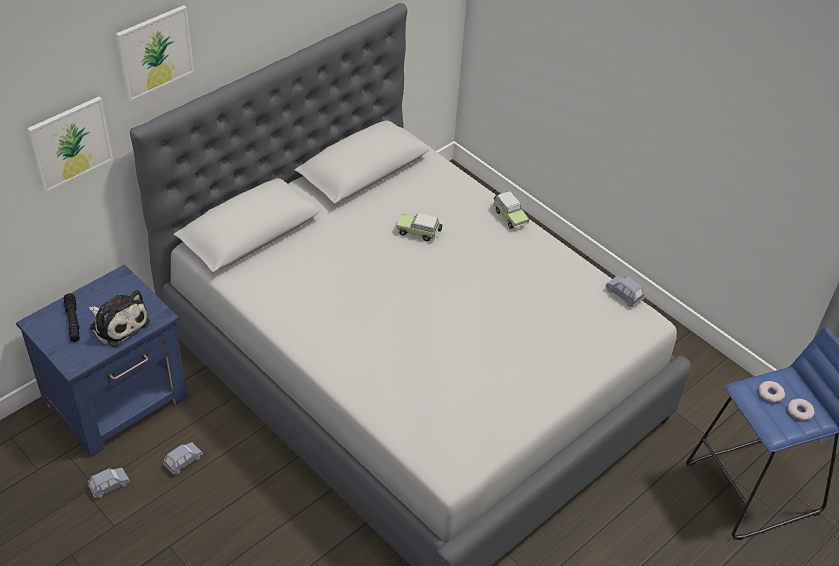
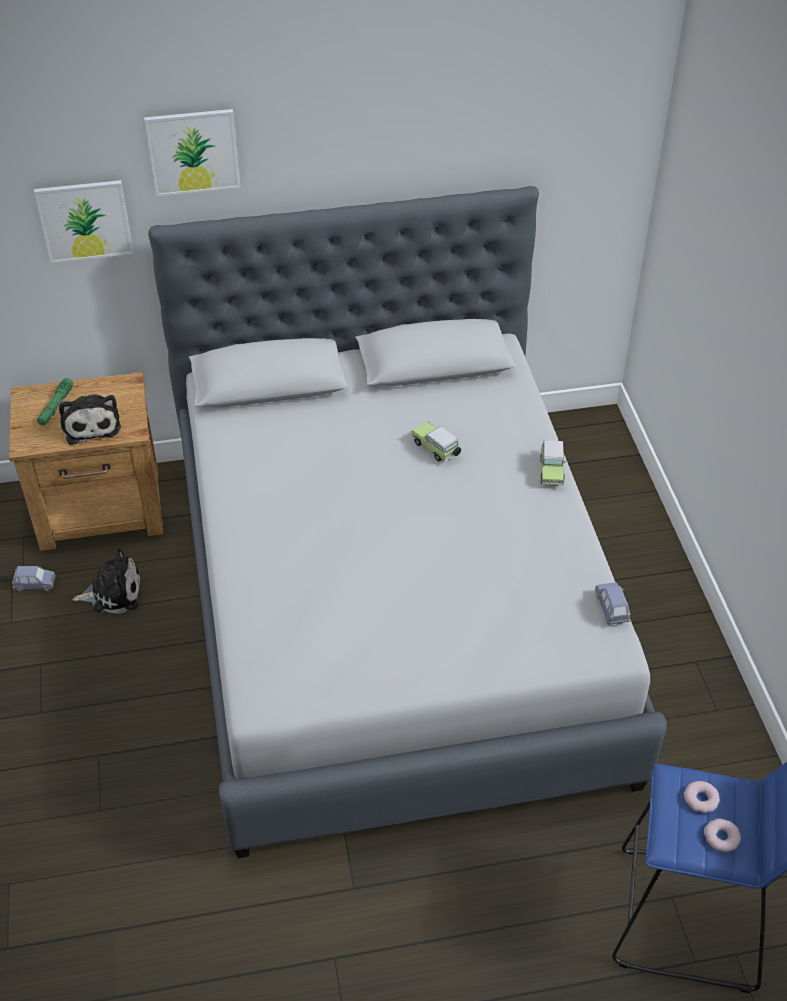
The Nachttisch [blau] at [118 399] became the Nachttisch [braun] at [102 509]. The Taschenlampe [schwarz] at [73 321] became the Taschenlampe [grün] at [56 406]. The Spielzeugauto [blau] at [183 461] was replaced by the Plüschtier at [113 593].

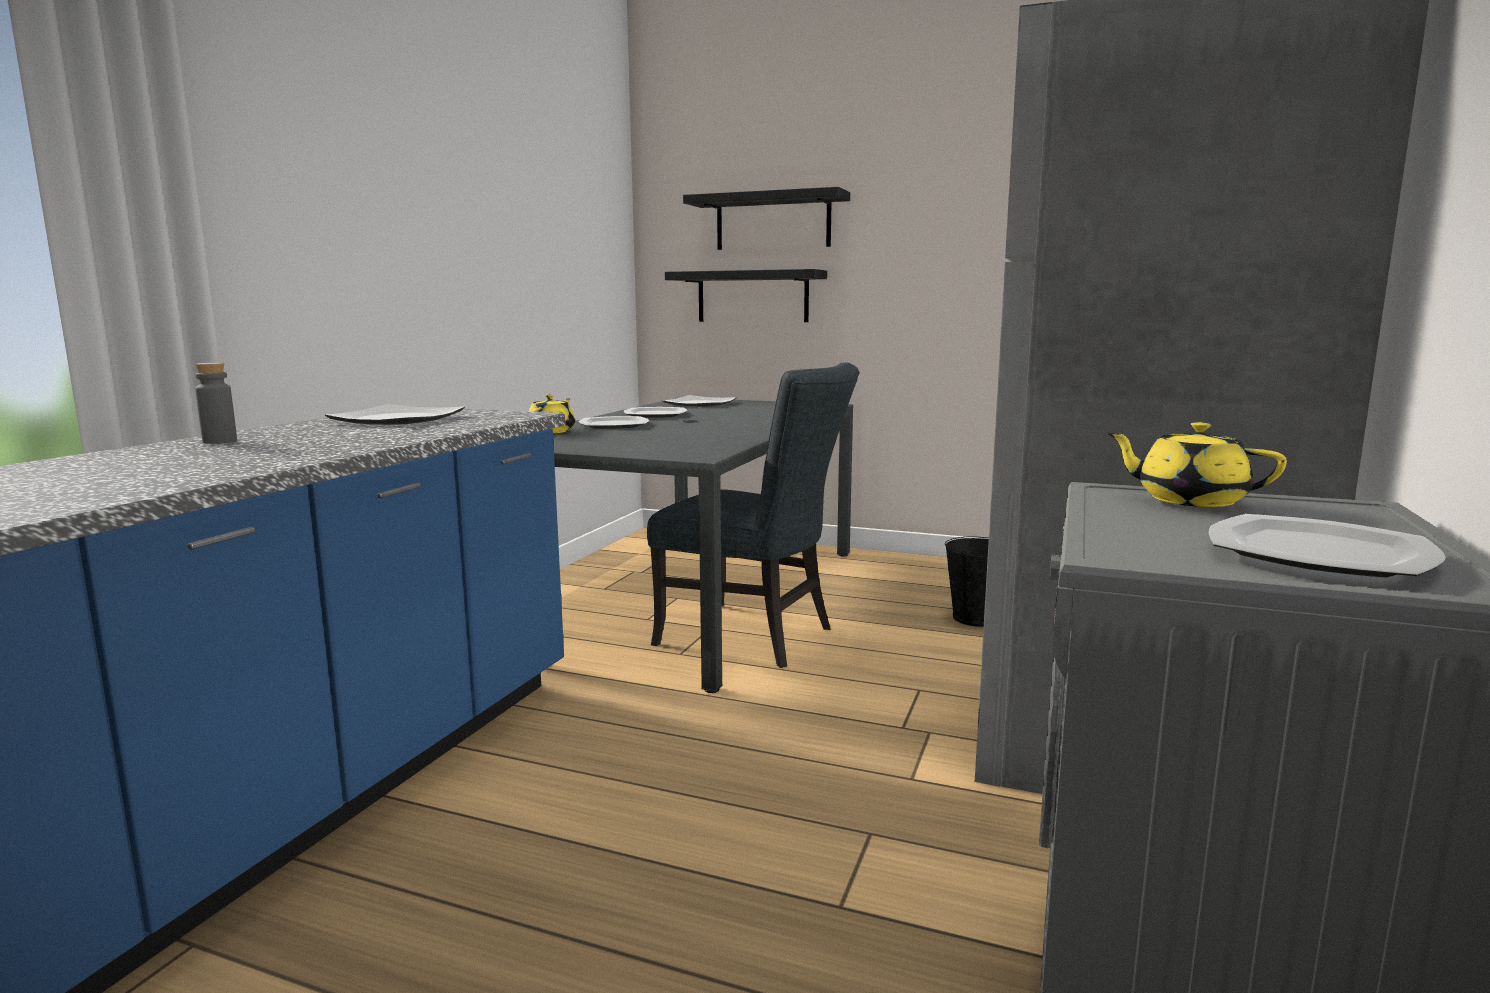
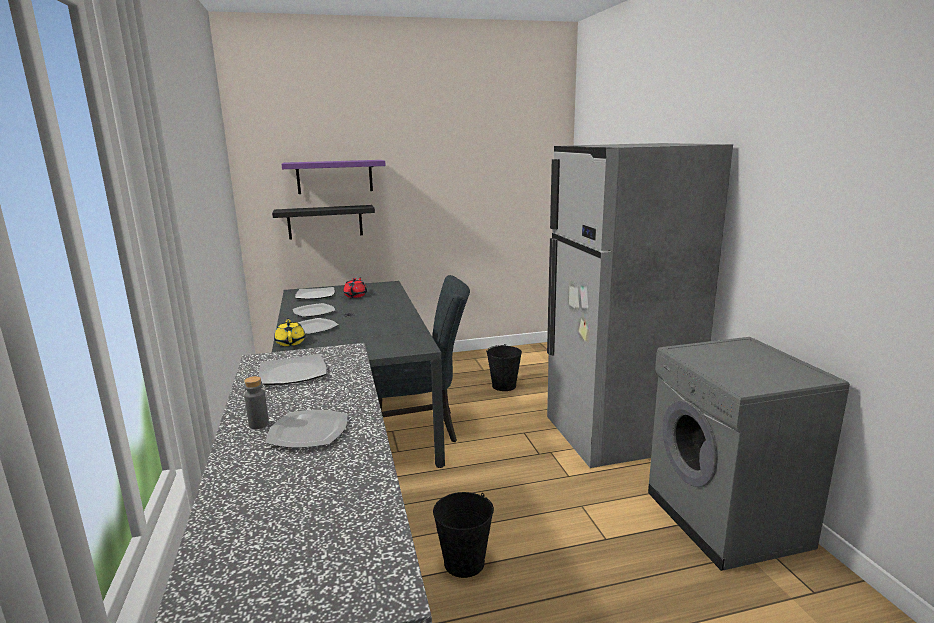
The Wandregal [schwarz] at [773 222] became the Wandregal [lila] at [334 176]. The Teekanne [gelb] at [1189 500] disappeared. The Teller moved from [1320 553] to [309 431]. The Teekanne [rot] at [356 295] appeared. The Eimer [schwarz] at [464 562] appeared.

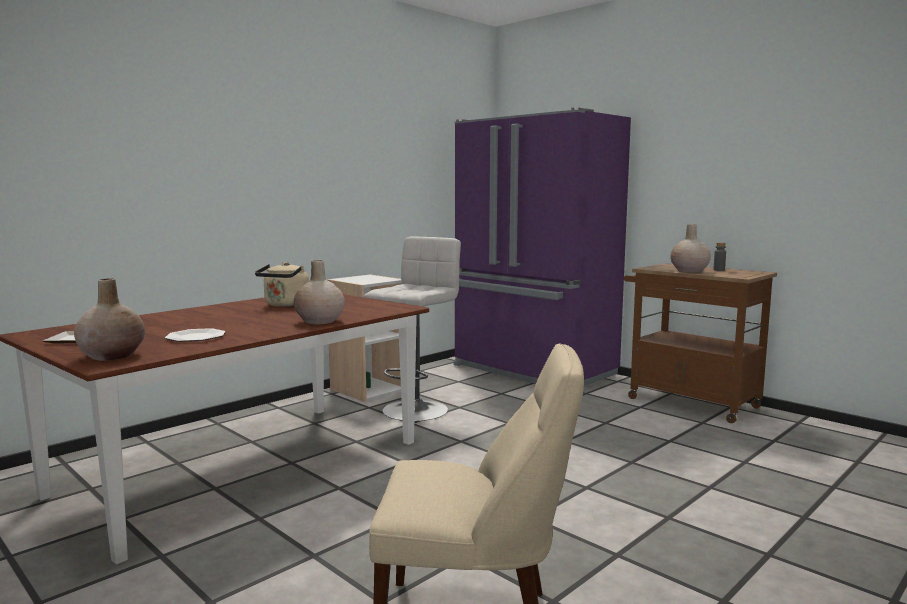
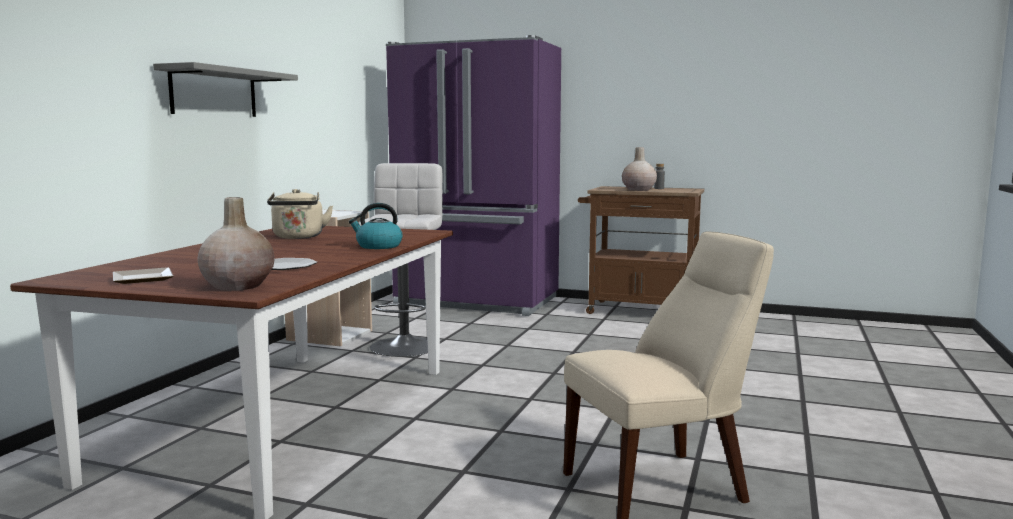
The Vase [beige] at [319 321] was replaced by the Wasserkessel at [378 246]. The Wandregal [grau] at [214 93] appeared.

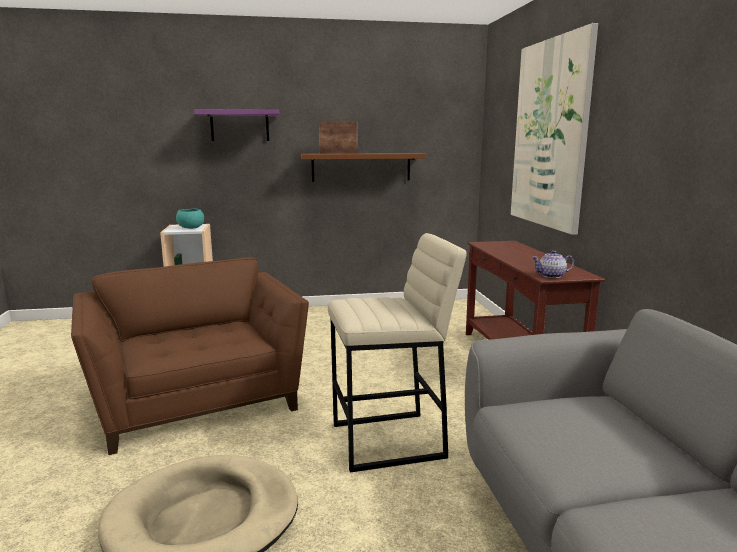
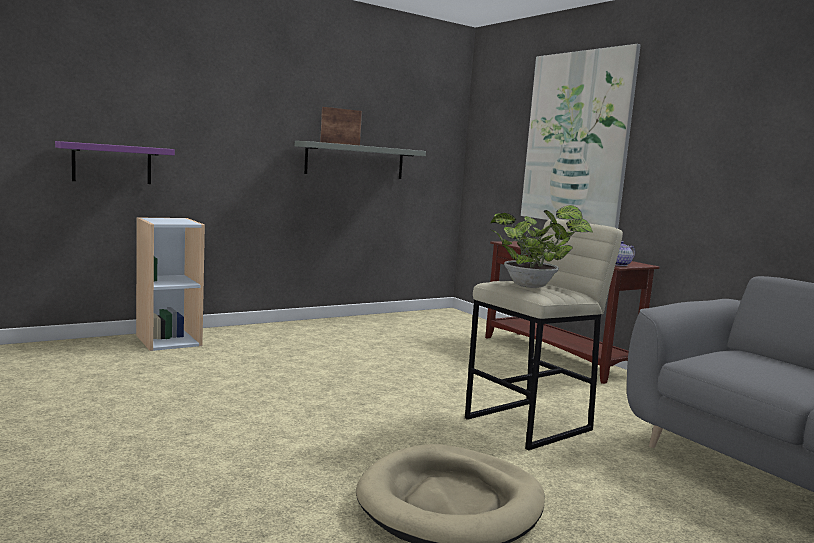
The Wandregal [lila] moved from [239 126] to [112 163]. The Wandregal [braun] at [361 167] became the Wandregal [grau] at [355 161]. The Schüssel [türkis] at [190 228] disappeared. The Sessel [braun] at [197 400] disappeared. The Topfpflanze at [533 286] appeared.

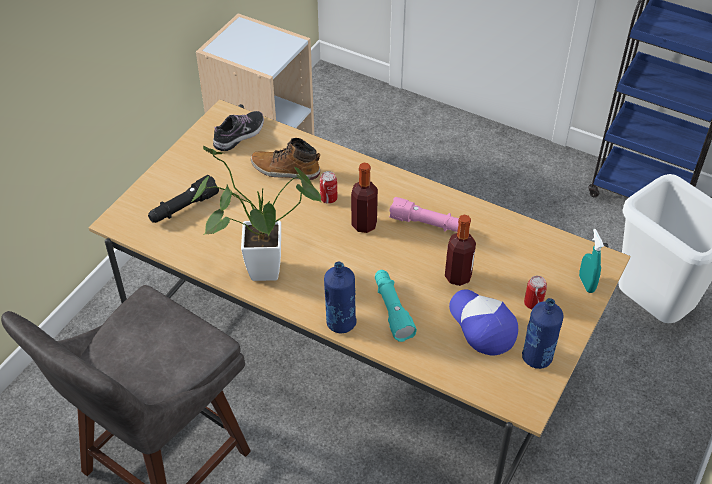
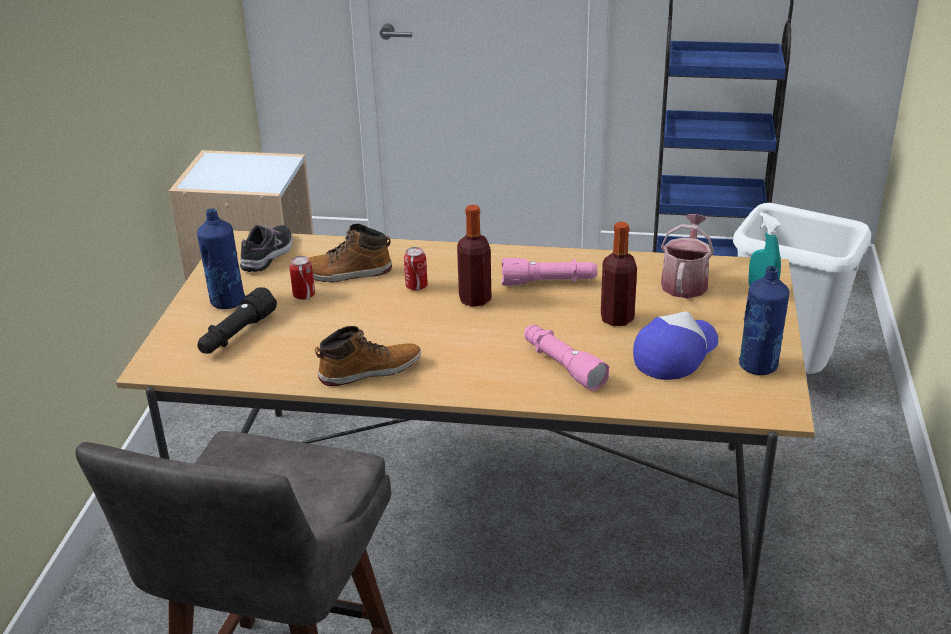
The Topfpflanze at [256 271] was replaced by the Stiefel at [370 370]. The Flasche [blau] moved from [340 322] to [227 301]. The Taschenlampe [türkis] at [392 310] became the Taschenlampe [rosa] at [562 365]. The Dose moved from [533 303] to [304 295]. The Kappe at [482 325] turned 90 degrees clockwise. The Gießkanne at [685 282] appeared.

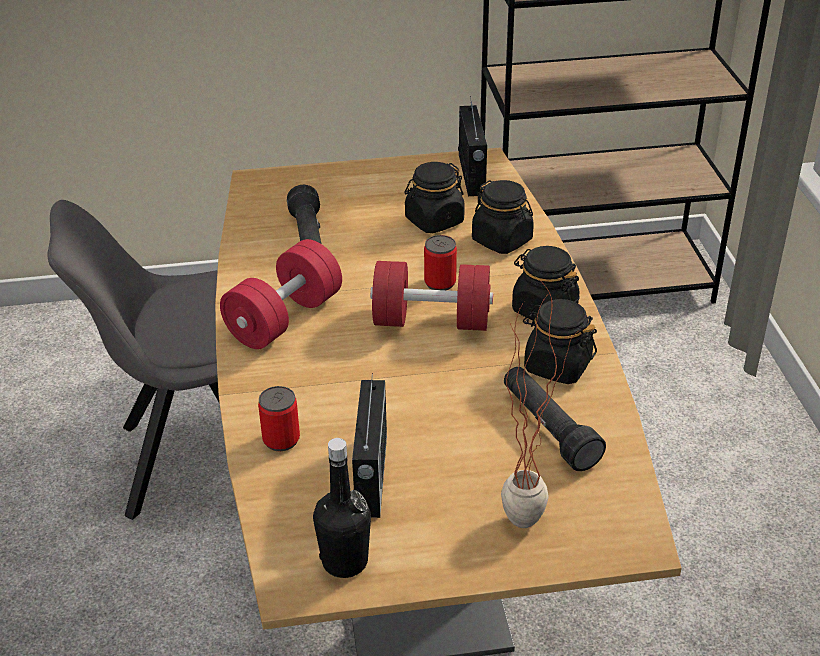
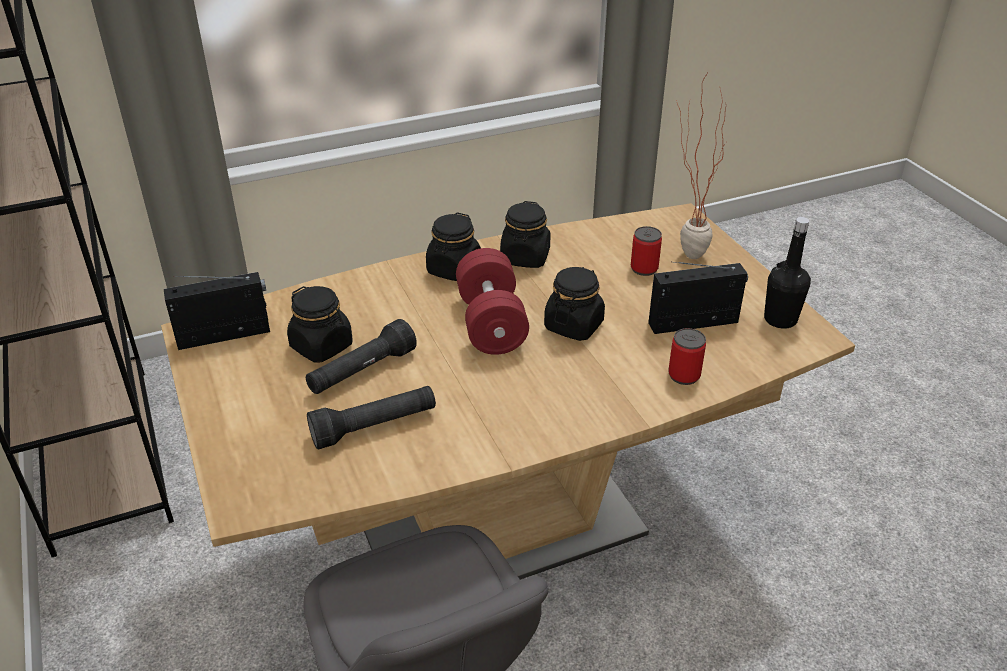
The Vorratsglas [schwarz] moved from [502 240] to [574 325]. The Dose moved from [440 283] to [644 269]. The Hantel [rot] at [284 318] disappeared. The Taschenlampe [schwarz] moved from [548 429] to [362 372].

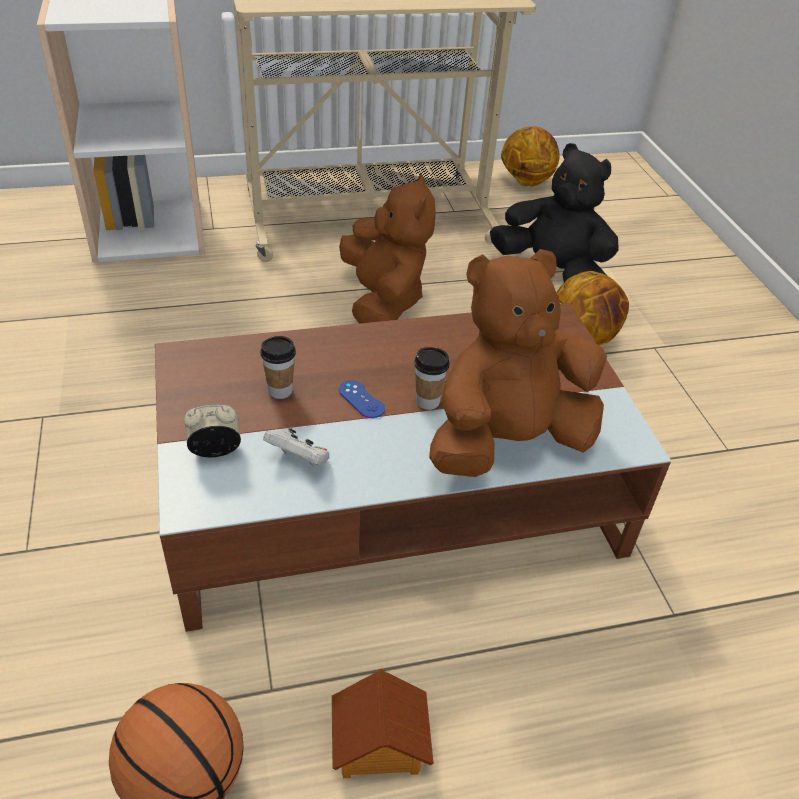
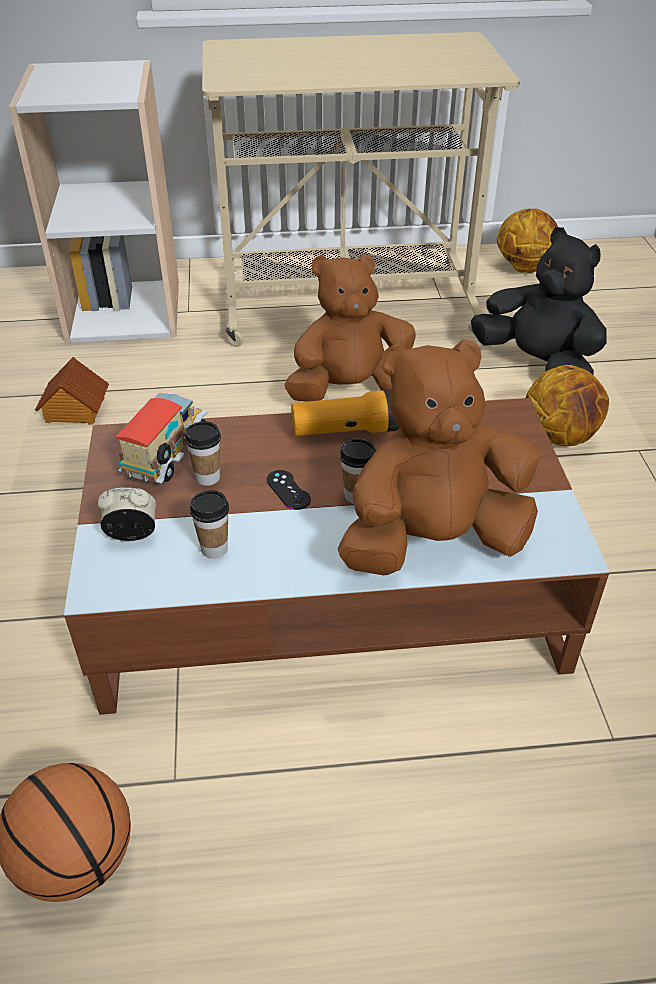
The Plüschtier [braun] at [383 301] turned 105 degrees counterclockwise. The Gamepad [blau] at [361 399] became the Gamepad [schwarz] at [288 490]. The Gamepad [weiß] at [300 460] was replaced by the Tasse at [214 549]. The Spielzeughaus moved from [379 742] to [75 410]. The Taschenlampe at [346 431] appeared. The Spielzeuglaster at [168 457] appeared.

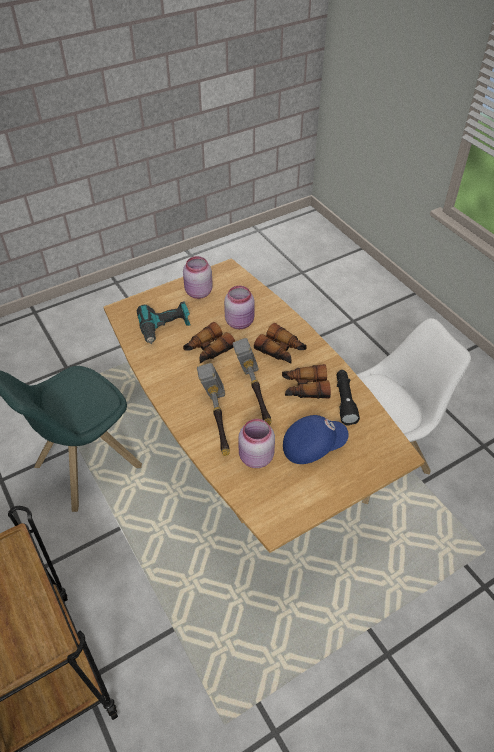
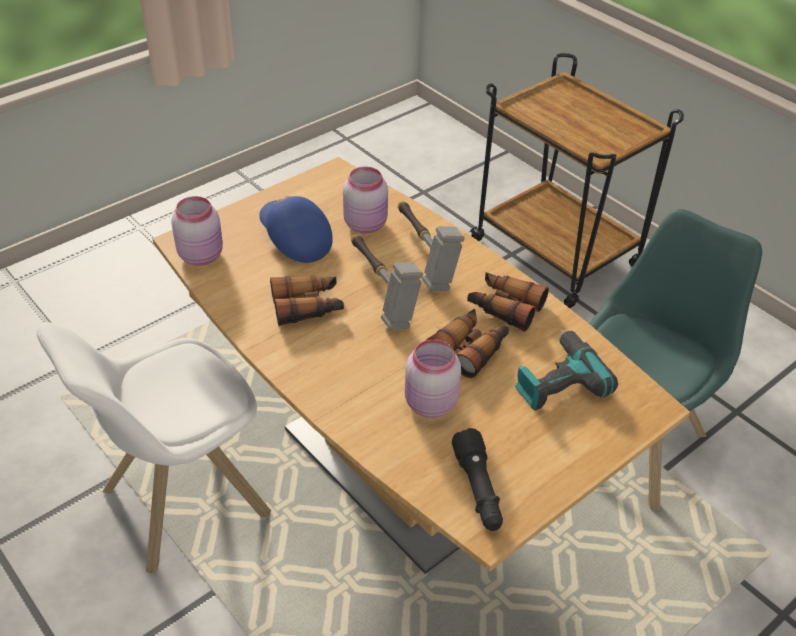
The Vorratsglas [rosa] moved from [198 293] to [202 255]. The Fernglas moved from [281 351] to [504 307]. The Taschenlampe [schwarz] moved from [344 401] to [478 490]. The Kappe [blau] at [312 446] turned 75 degrees clockwise.

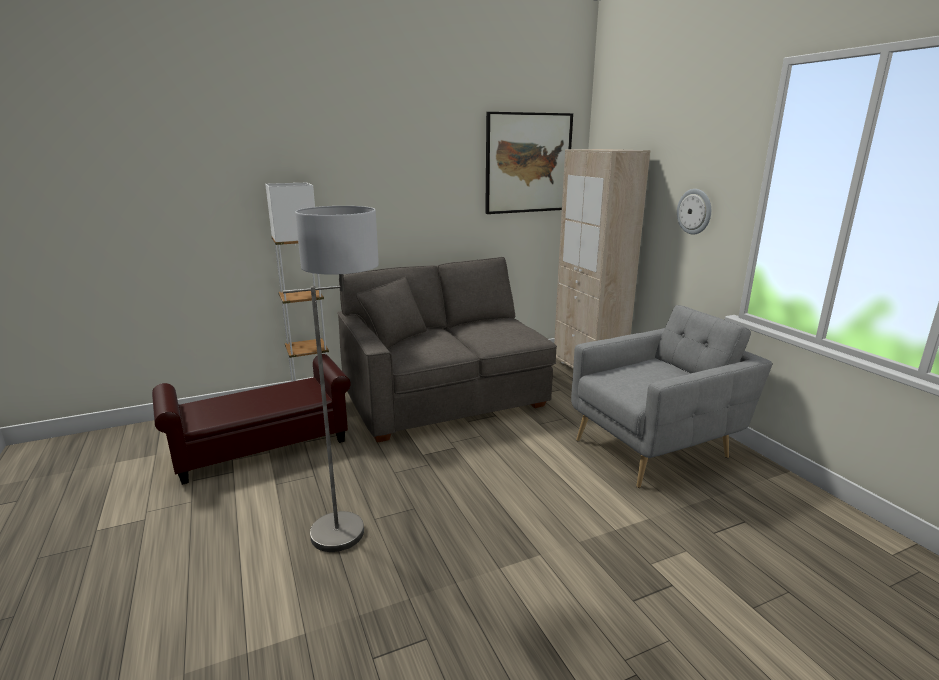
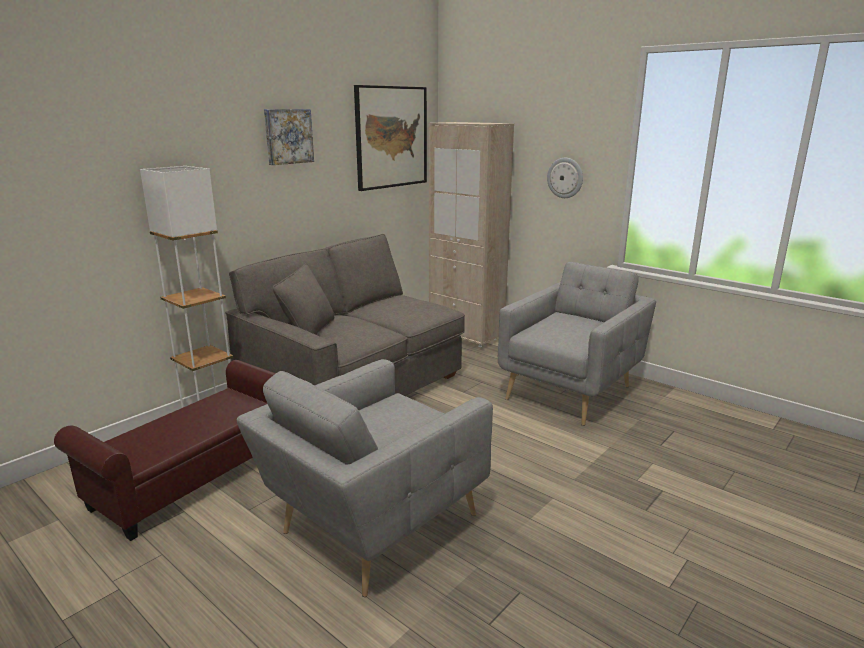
The Stehlampe [grau] at [353 529] was replaced by the Sessel [grau] at [373 527]. The Bild at [288 136] appeared.

